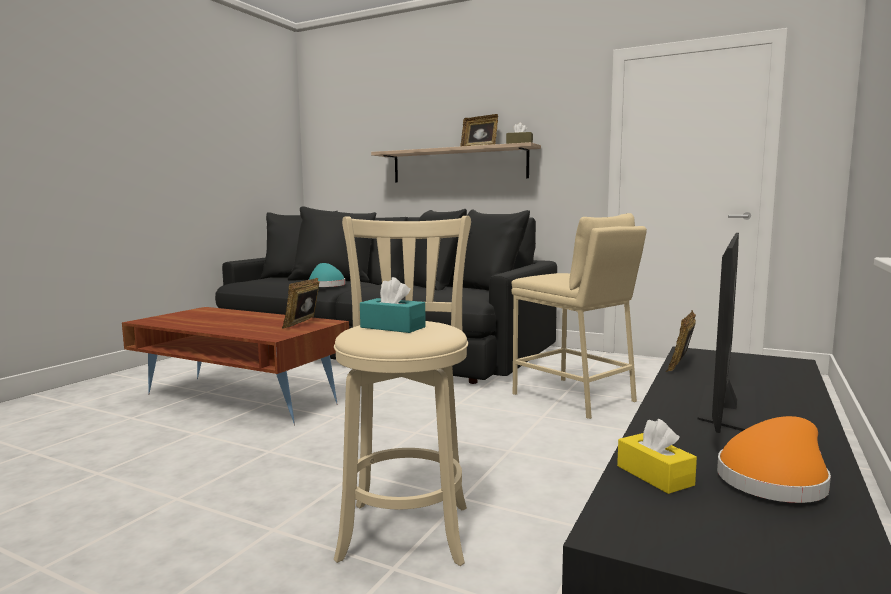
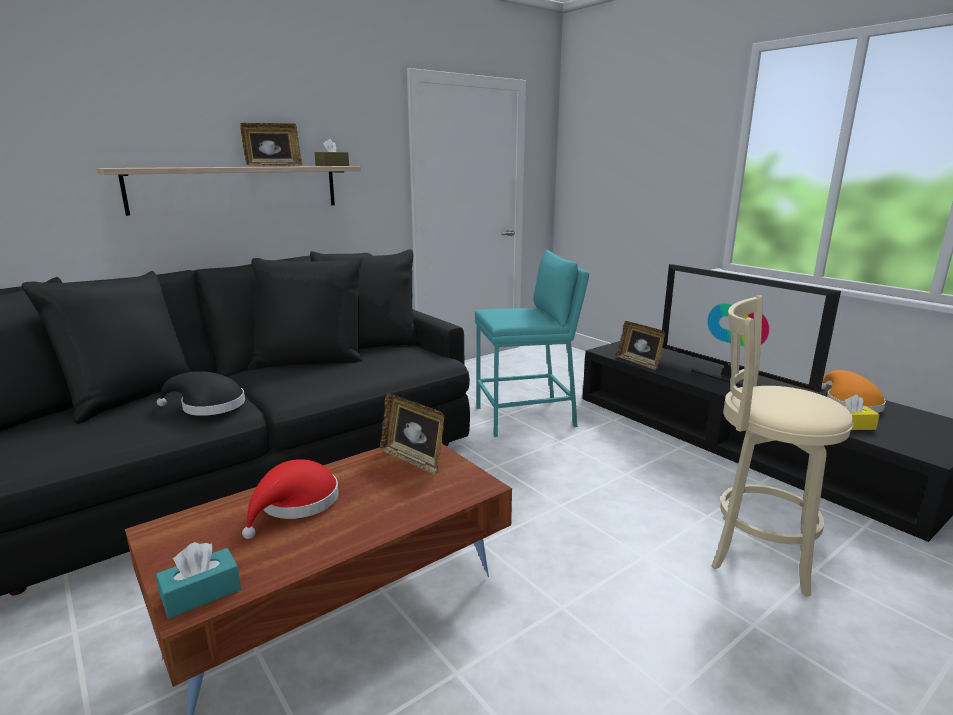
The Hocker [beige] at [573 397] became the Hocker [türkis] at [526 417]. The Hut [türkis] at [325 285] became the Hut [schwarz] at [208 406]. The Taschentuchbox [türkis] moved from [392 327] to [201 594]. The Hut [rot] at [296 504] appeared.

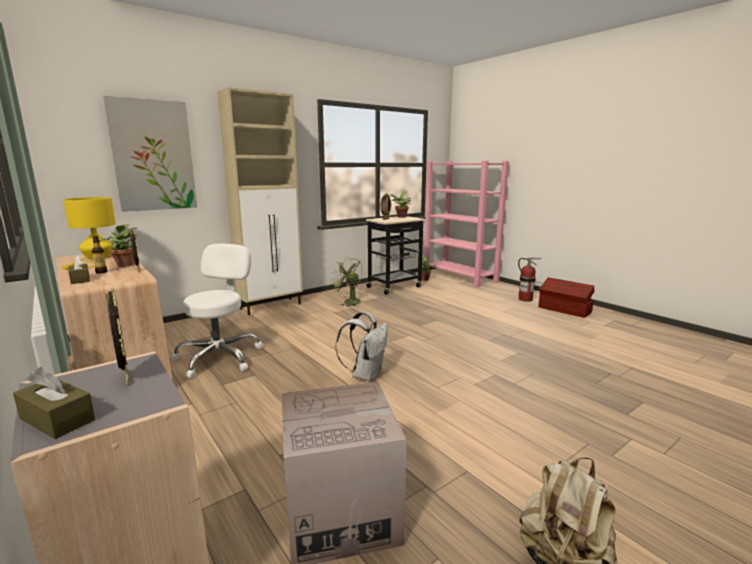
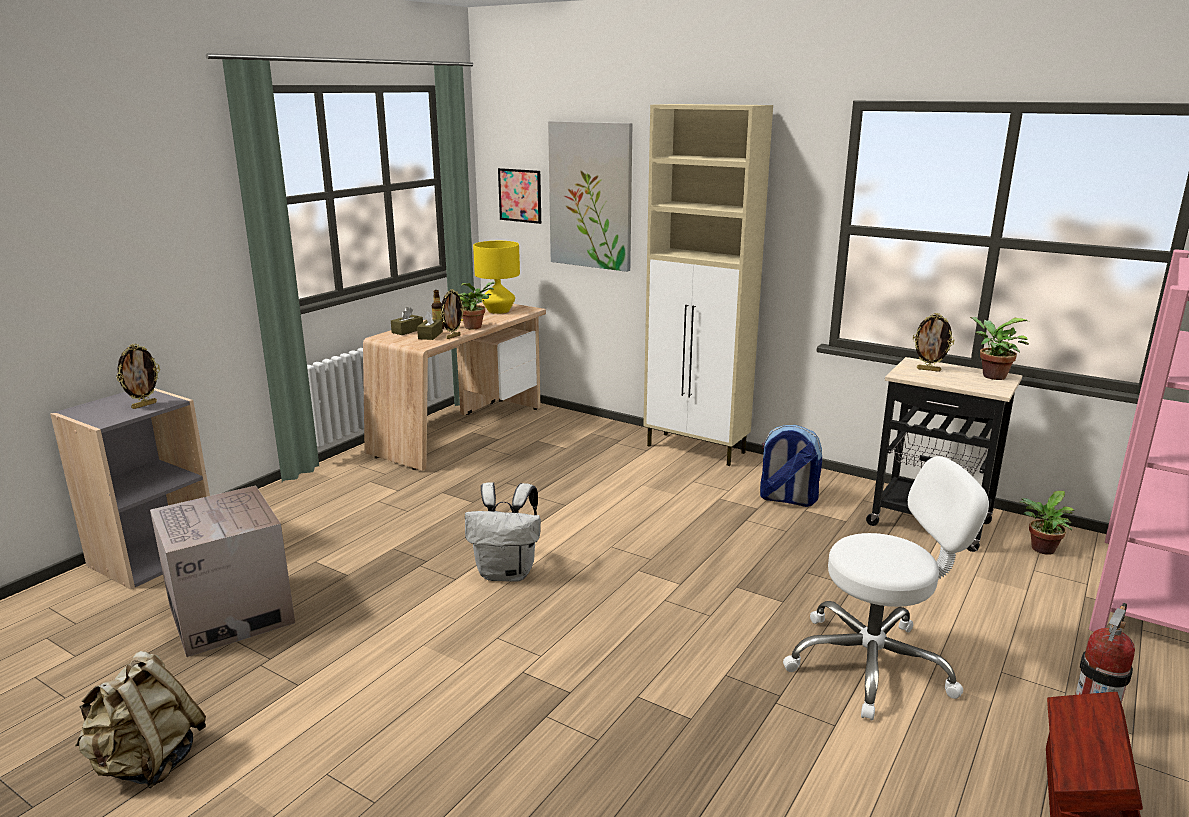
The Bürostuhl [weiß] moved from [221 356] to [877 664]. The Ventilator [grün] at [349 301] was replaced by the Rucksack at [786 499]. The Taschentuchbox [braun] moved from [57 419] to [430 335]. The Bild at [520 195] appeared.

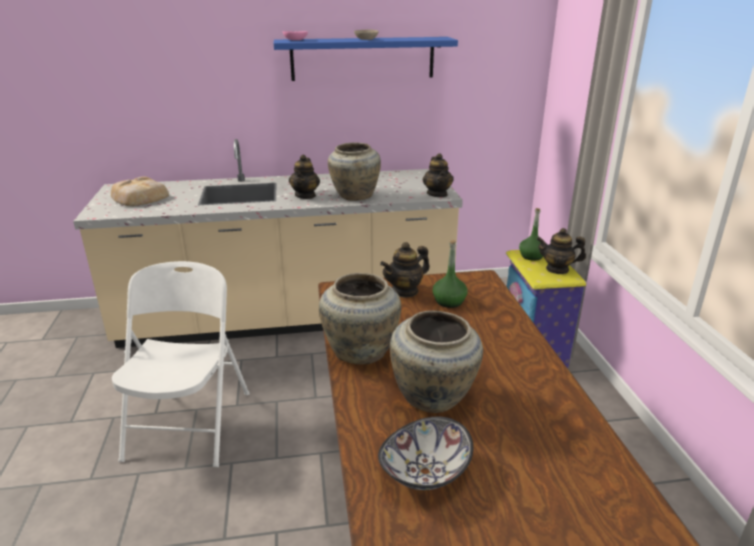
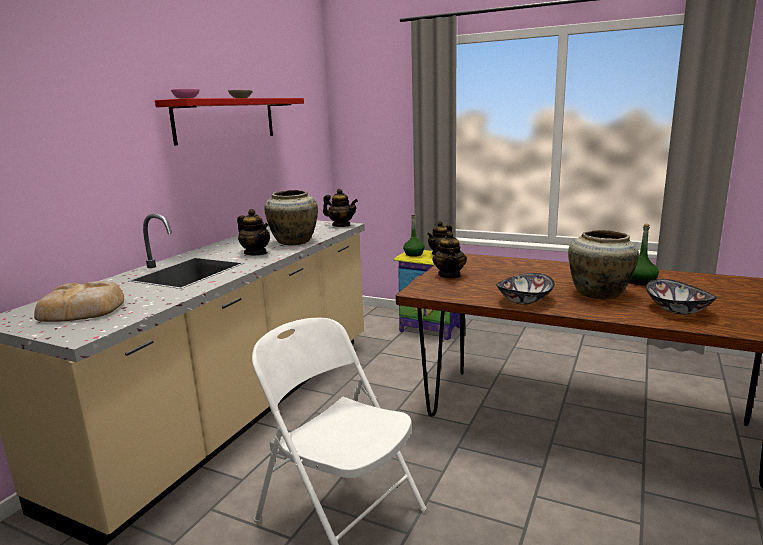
The Wandregal [blau] at [362 58] became the Wandregal [rot] at [226 120]. The Flasche [grün] moved from [449 301] to [640 282]. The Vase [beige] at [361 351] was replaced by the Schüssel at [523 300].

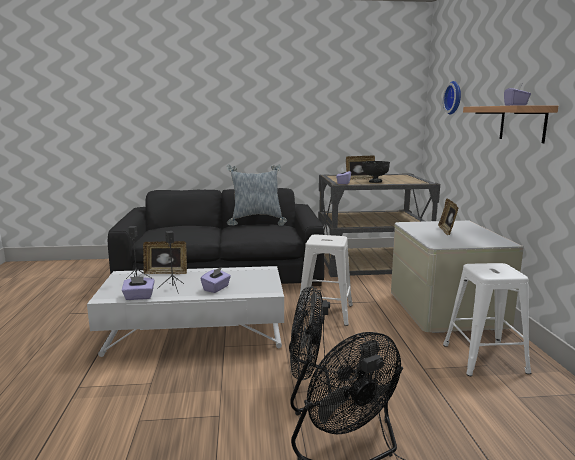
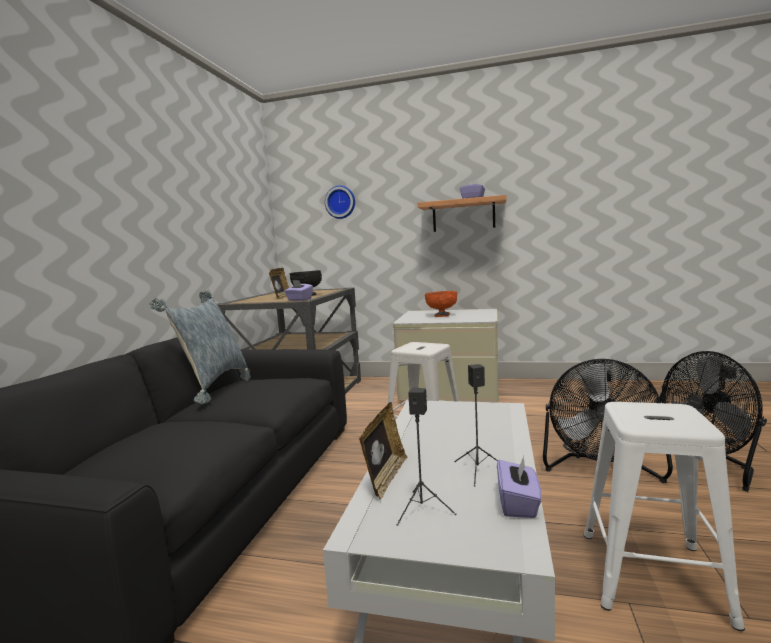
The Bilderrahmen at [447 231] was replaced by the Schüssel [orange] at [442 315]. The Hocker [weiß] moved from [484 358] to [651 576]. The Taschentuchbox [lila] at [216 288] disappeared.

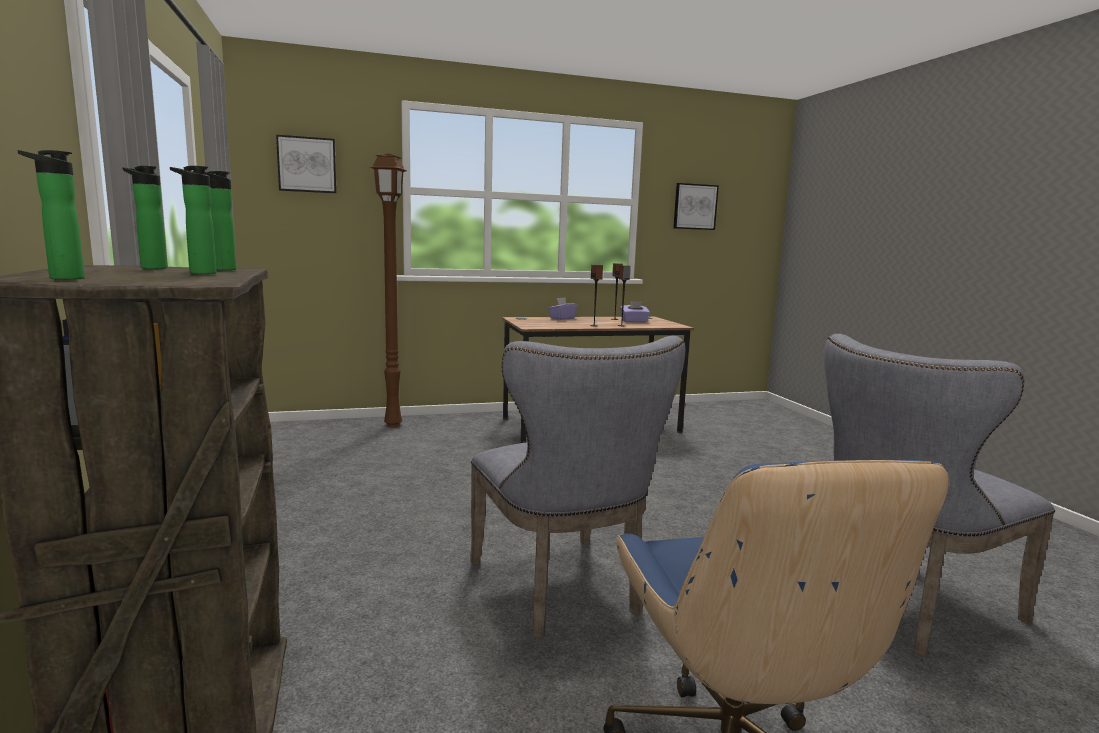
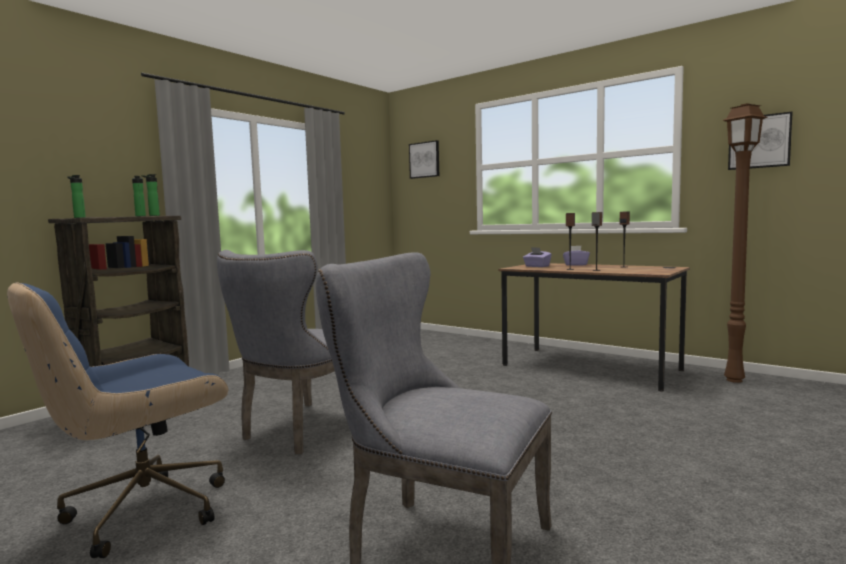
The Stehlampe [braun] moved from [394 425] to [736 380]. The Flasche at [199 273] disappeared. The Taschentuchbox [lila] moved from [634 321] to [537 266].

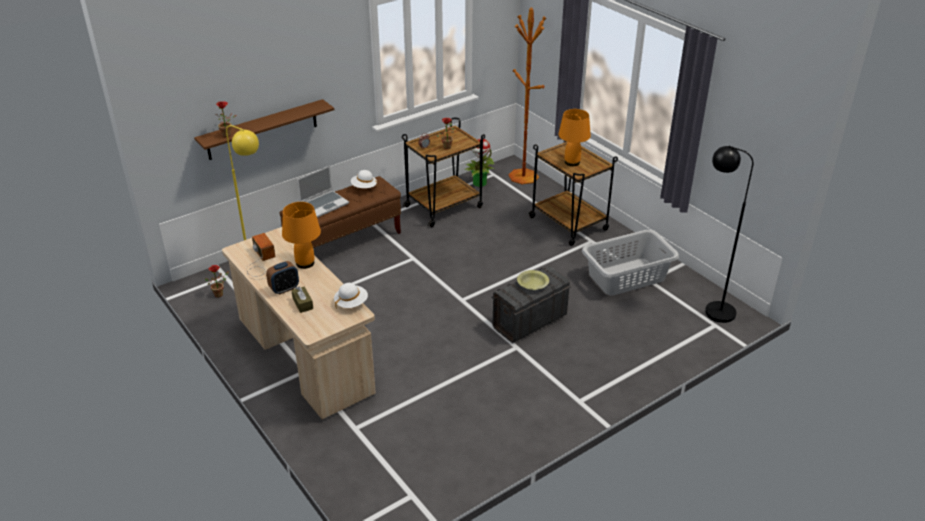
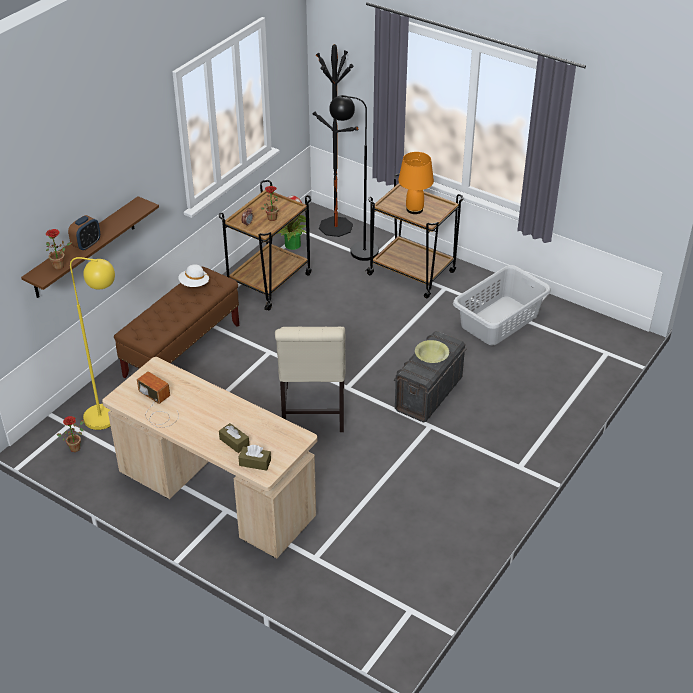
The Kleiderständer [orange] at [523 176] became the Kleiderständer [schwarz] at [336 226]. The Stehlampe [schwarz] moved from [711 309] to [355 251]. The Laptop at [324 204] disappeared. The Tischlampe [orange] at [305 263] disappeared. The Wecker moved from [284 289] to [86 245]. The Hut [weiß] at [351 303] disappeared. The Stuhl [beige] at [312 413] appeared. The Taschentuchbox [braun] at [255 462] appeared.

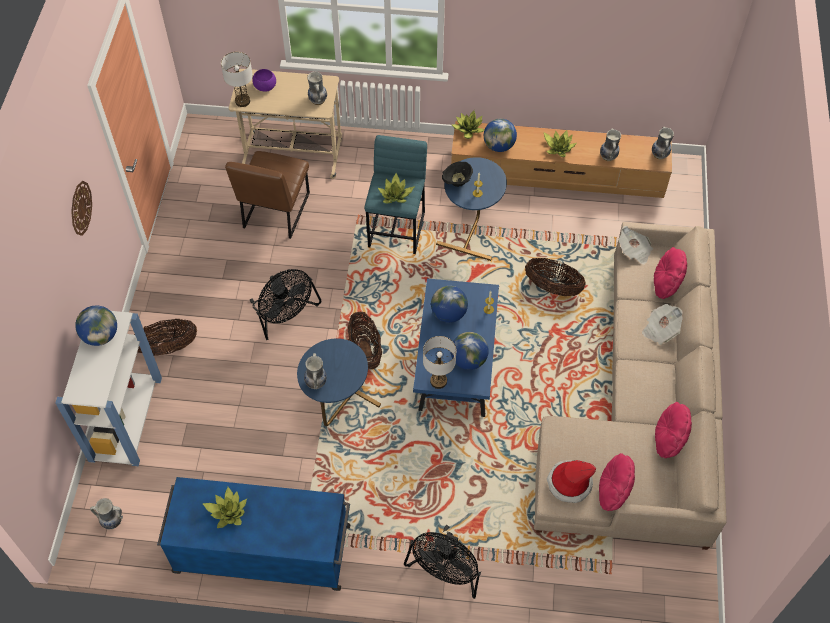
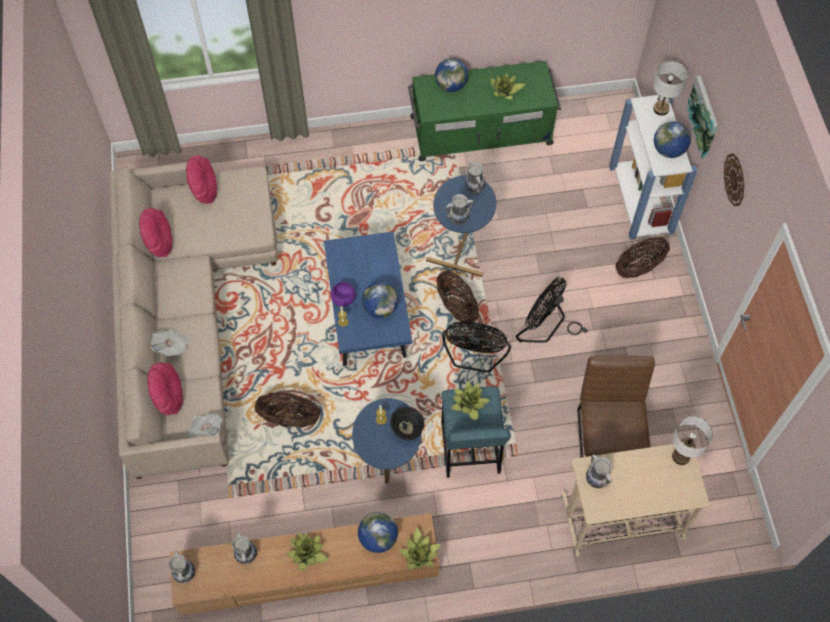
The Schüssel [lila] moved from [265 87] to [343 299]. The Globus moved from [468 360] to [451 85]. The Tischlampe moved from [438 381] to [661 109]. The Hut at [569 483] disappeared. The Schrank [blau] at [261 548] became the Schrank [grün] at [482 131]. The Vase moved from [112 521] to [458 219]. The Ventilator [schwarz] moved from [444 567] to [475 361]. The Bild at [703 117] appeared.

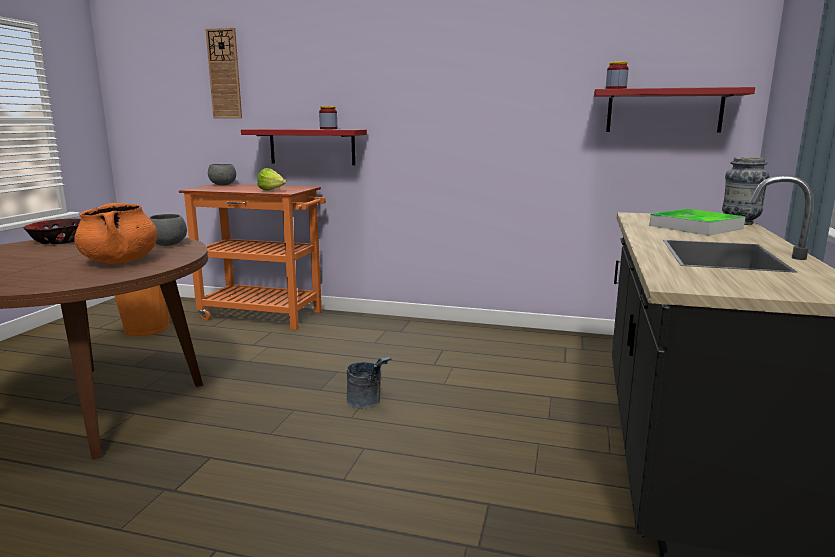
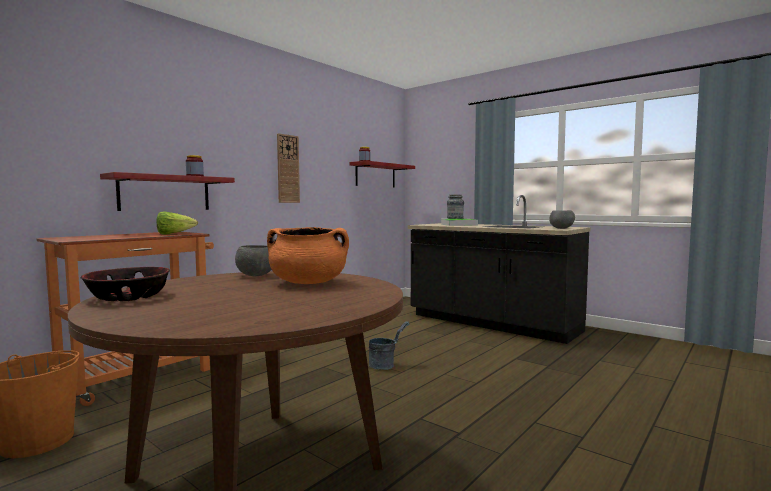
The Wanduhr moved from [224 74] to [288 169]. The Schüssel [grau] moved from [222 185] to [562 228].

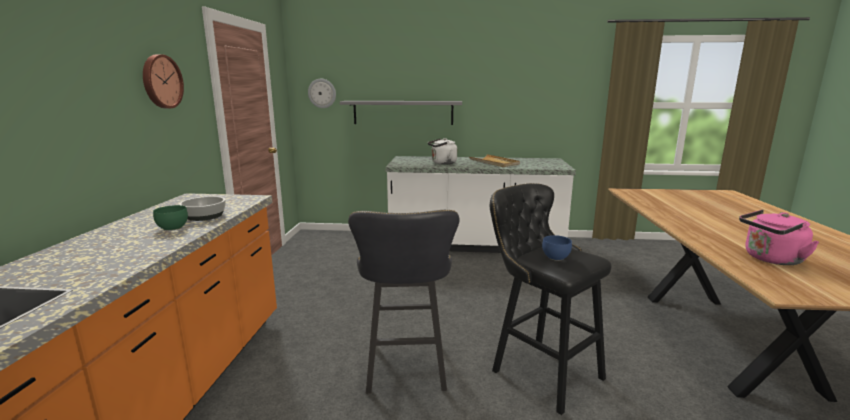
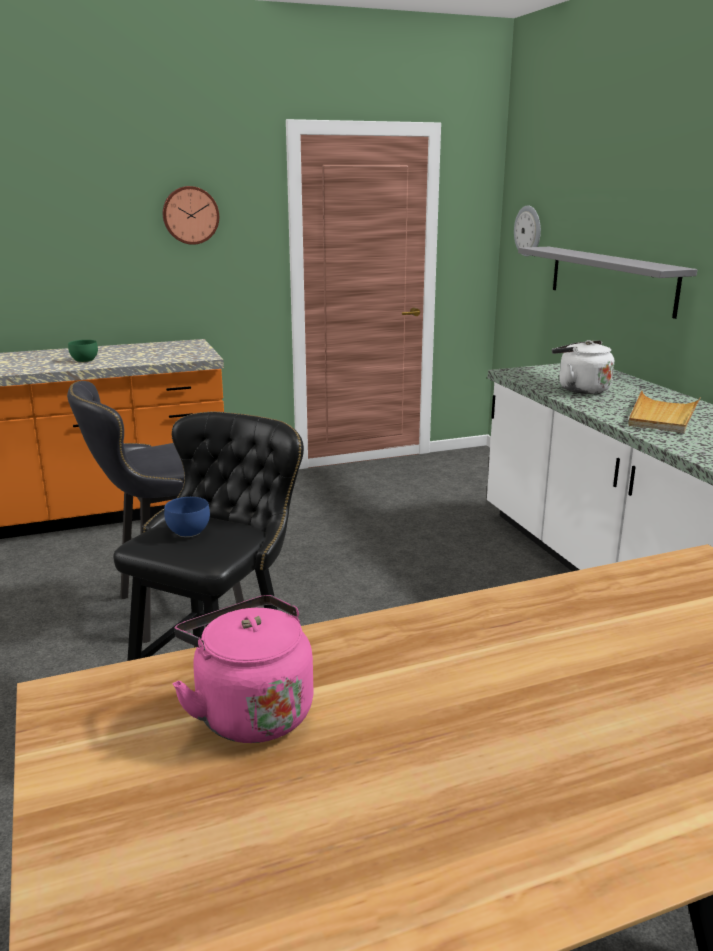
The Schüssel at [204 216] disappeared.

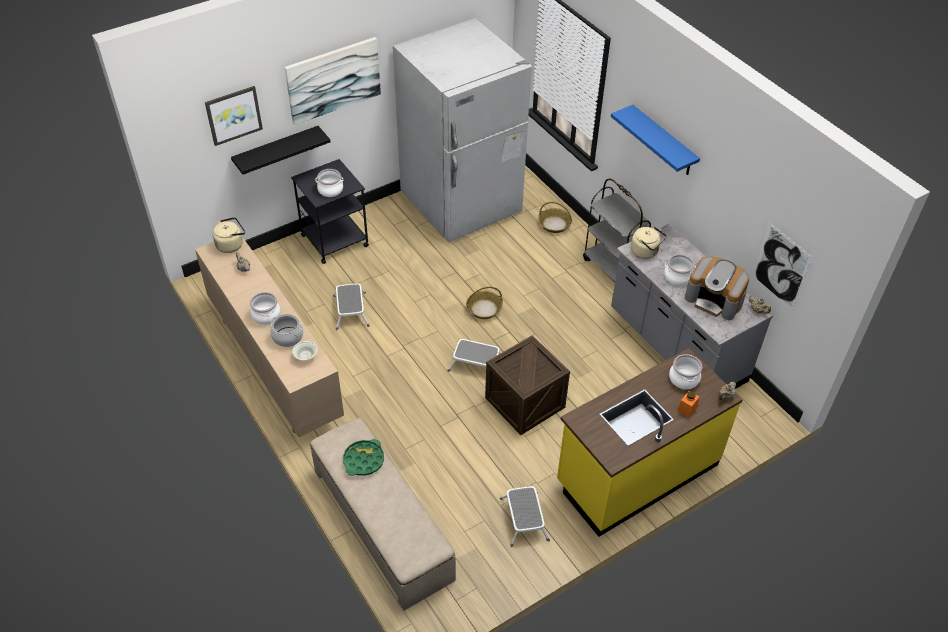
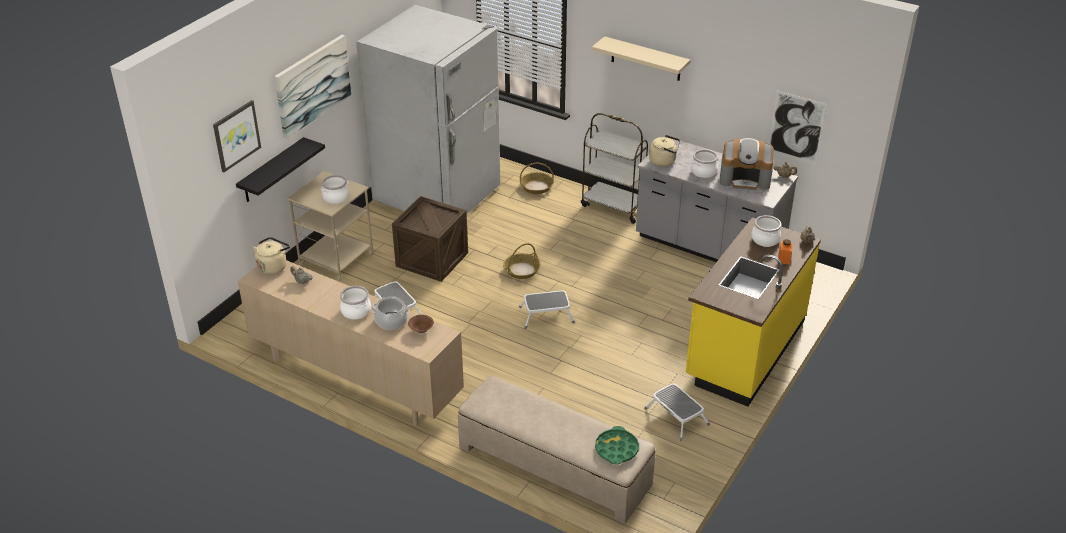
The Wandregal [blau] at [663 141] became the Wandregal [beige] at [646 59]. The Rollwagen [schwarz] at [335 240] became the Rollwagen [beige] at [337 258]. The Kiste moved from [525 402] to [432 259]. The Schüssel [weiß] at [305 356] became the Schüssel [braun] at [421 330]. The Tablett [grün] moved from [363 460] to [616 449].

